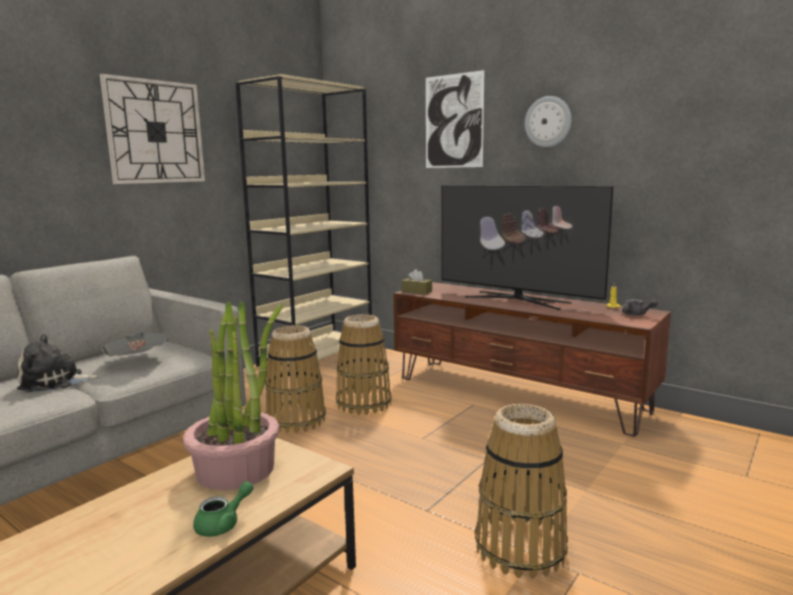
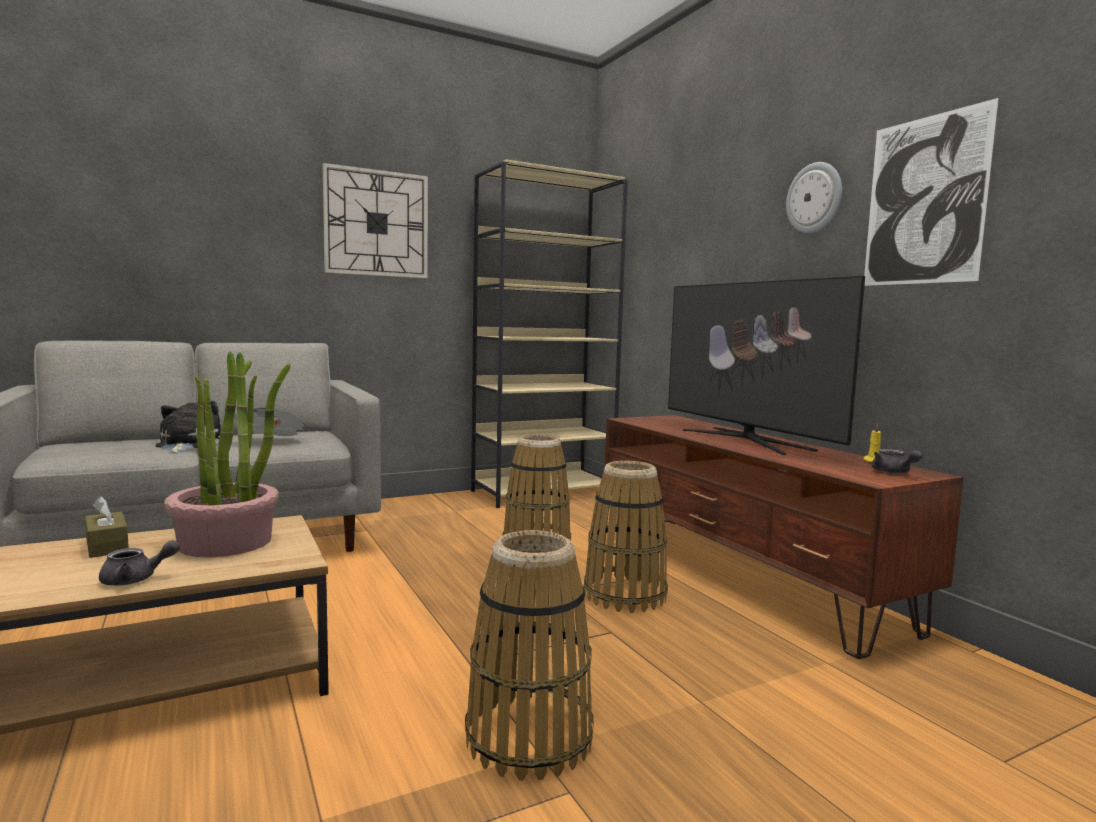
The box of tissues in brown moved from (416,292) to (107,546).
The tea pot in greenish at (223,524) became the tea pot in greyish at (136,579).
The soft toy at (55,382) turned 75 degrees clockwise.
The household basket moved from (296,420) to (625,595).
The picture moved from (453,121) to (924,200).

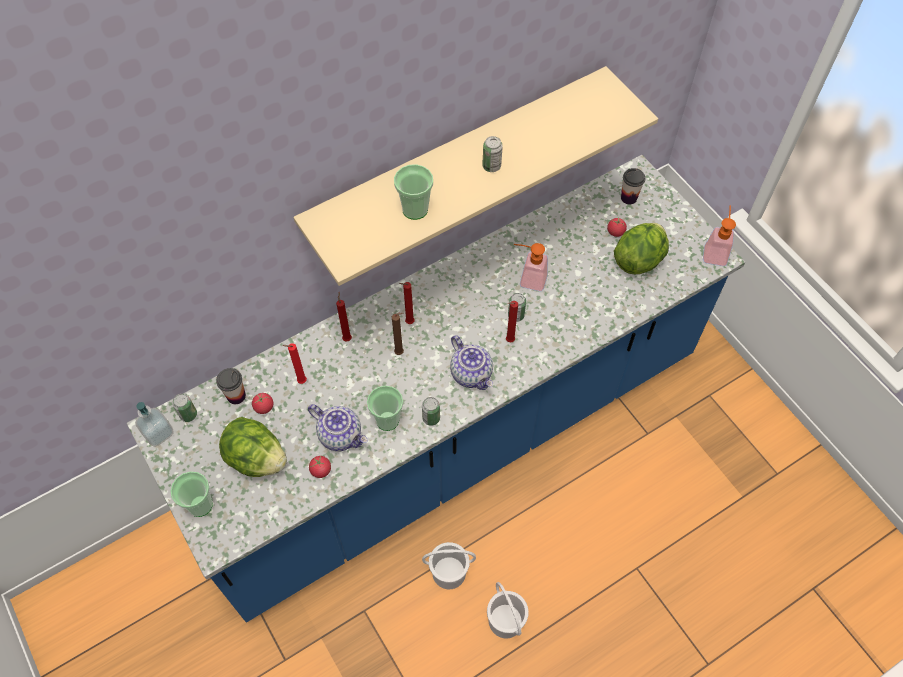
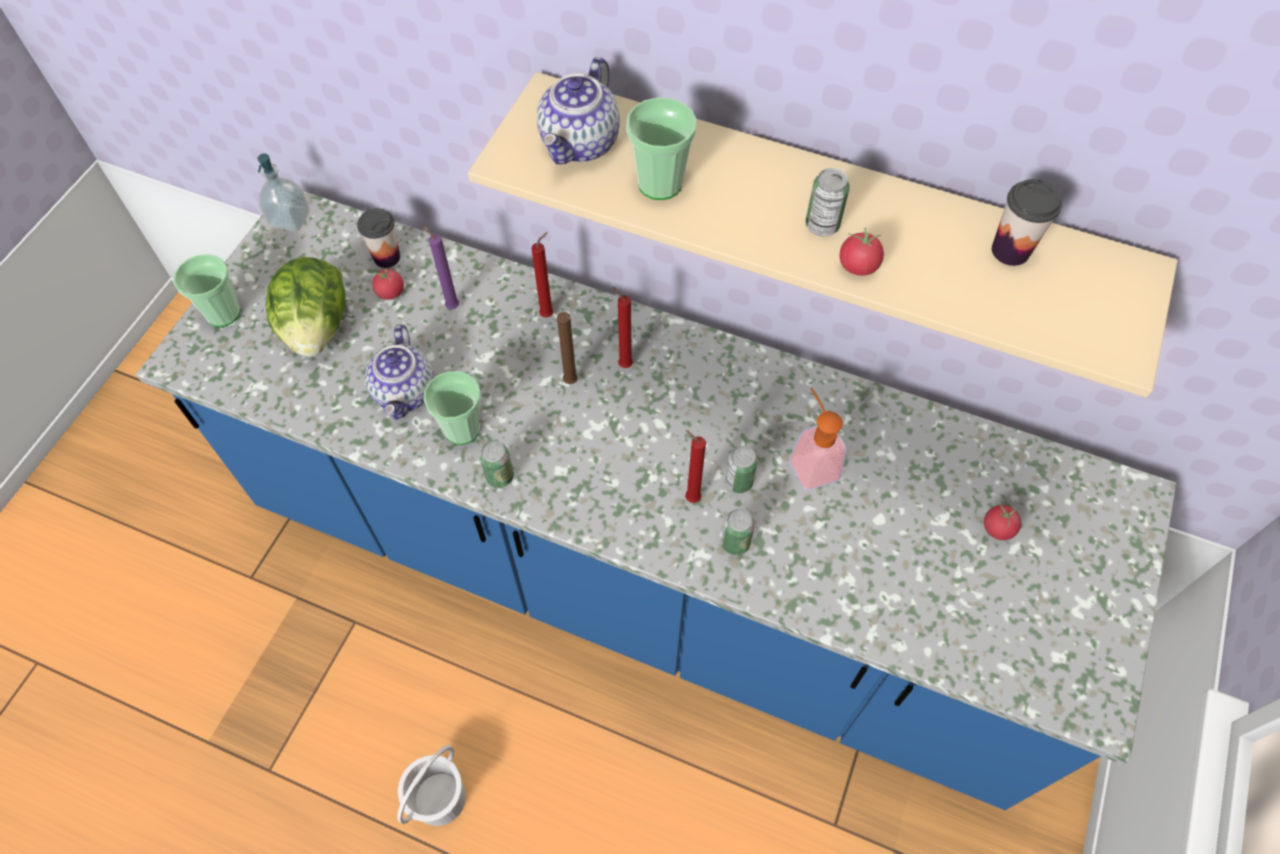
The candle in reddish at (300,381) became the candle in purple-coloured at (451,305).
The tea pot moved from (472,374) to (580,144).
The can moved from (188,414) to (735,543).
The tomato moved from (321,470) to (858,266).
The drinking cup moved from (628,198) to (1010,251).
The water bucket in white-coloured at (448,572) disappeared.
The lettuce head at (639,260) disappeared.
The liquid soap bottle at (715,252) disappeared.

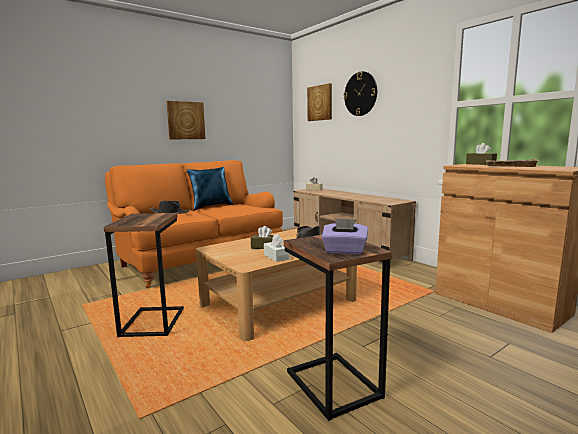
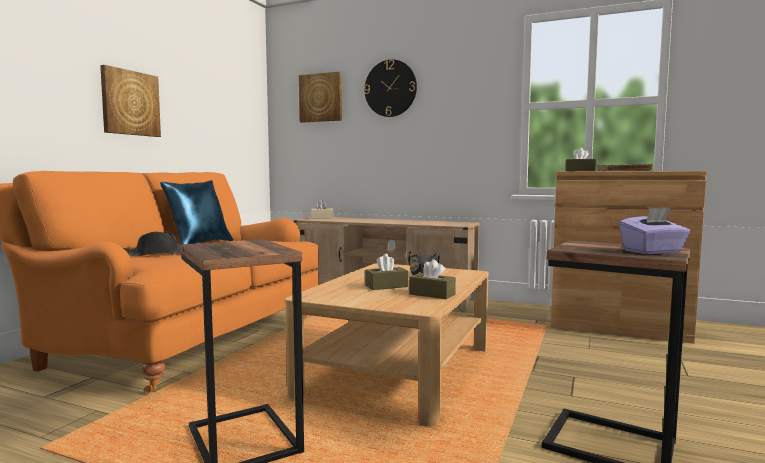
The box of tissues in white-coloured at (276,257) became the box of tissues in brown at (432,294).

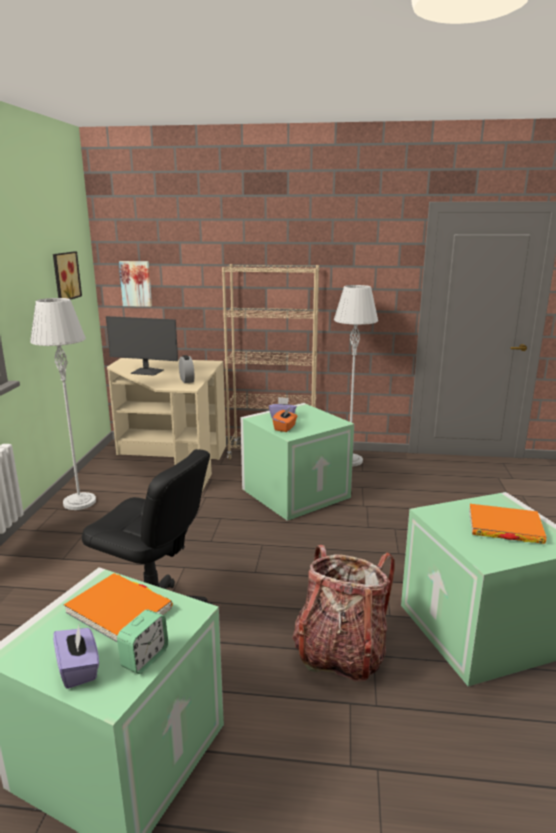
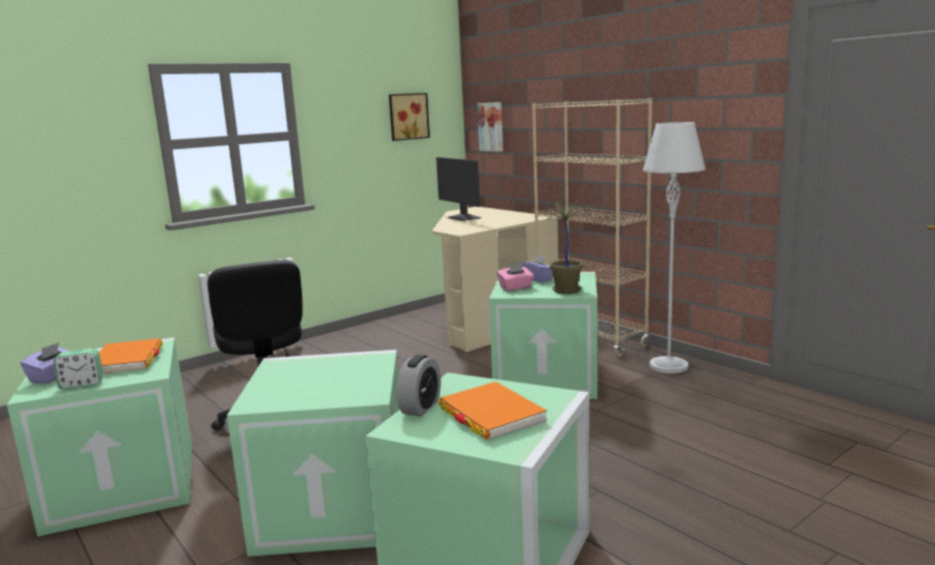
The backpack at (340,652) was replaced by the storage container in greenish at (337,506).
The alarm clock moved from (187,380) to (420,407).
The box of tissues in orange-coloured at (285,428) became the box of tissues in pink-coloured at (515,288).
The potted plant at (566,291) appeared.
The floor lamp in greyish at (79,502) disappeared.

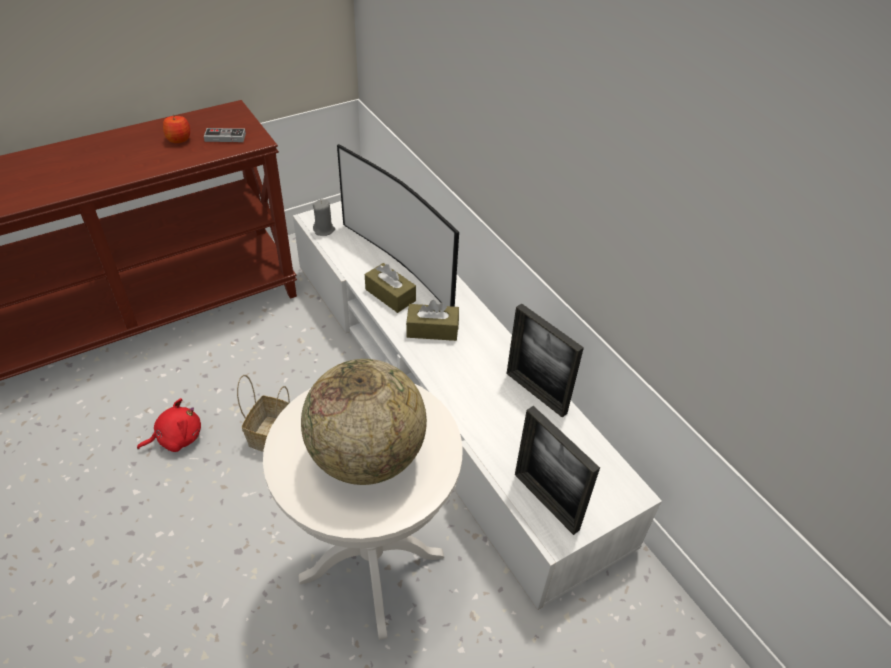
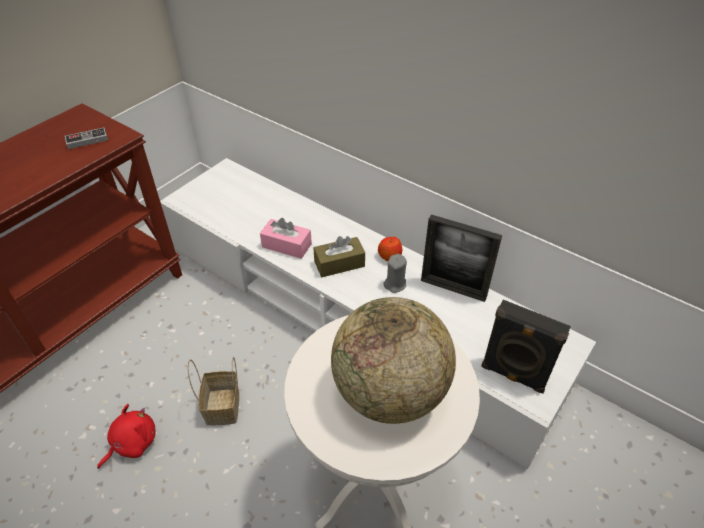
The box of tissues in brown at (390,295) became the box of tissues in pink-coloured at (286,245).
The apple moved from (179,139) to (389,256).
The candle in greyish moved from (324,230) to (395,284).
The picture frame at (546,501) was replaced by the audio speaker in black-coloured at (513,376).
The television at (400,263) disappeared.

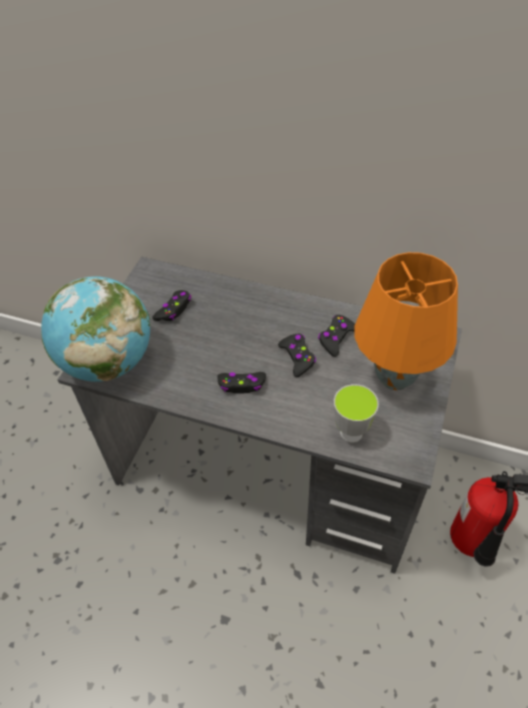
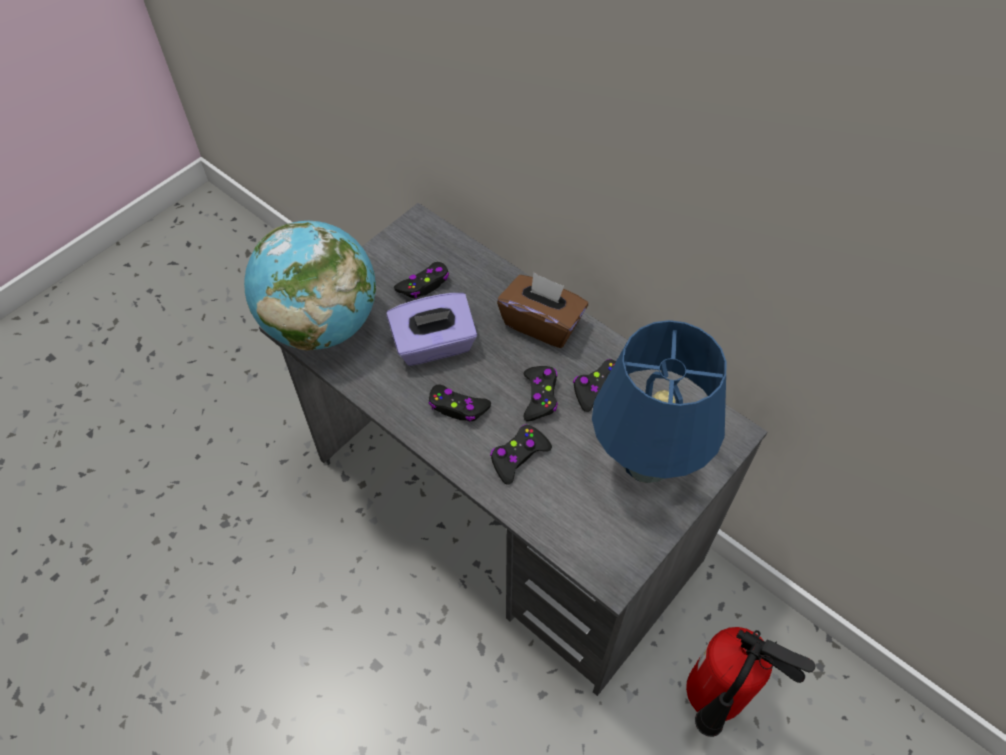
The box of tissues in purple-coloured at (434,345) appeared.
The game controller in black-coloured at (518,457) appeared.
The box of tissues in brown at (542,323) appeared.
The lamp for a table in orange-coloured at (393,378) became the lamp for a table in bluish at (643,465).
The drinking cup at (351,433) disappeared.

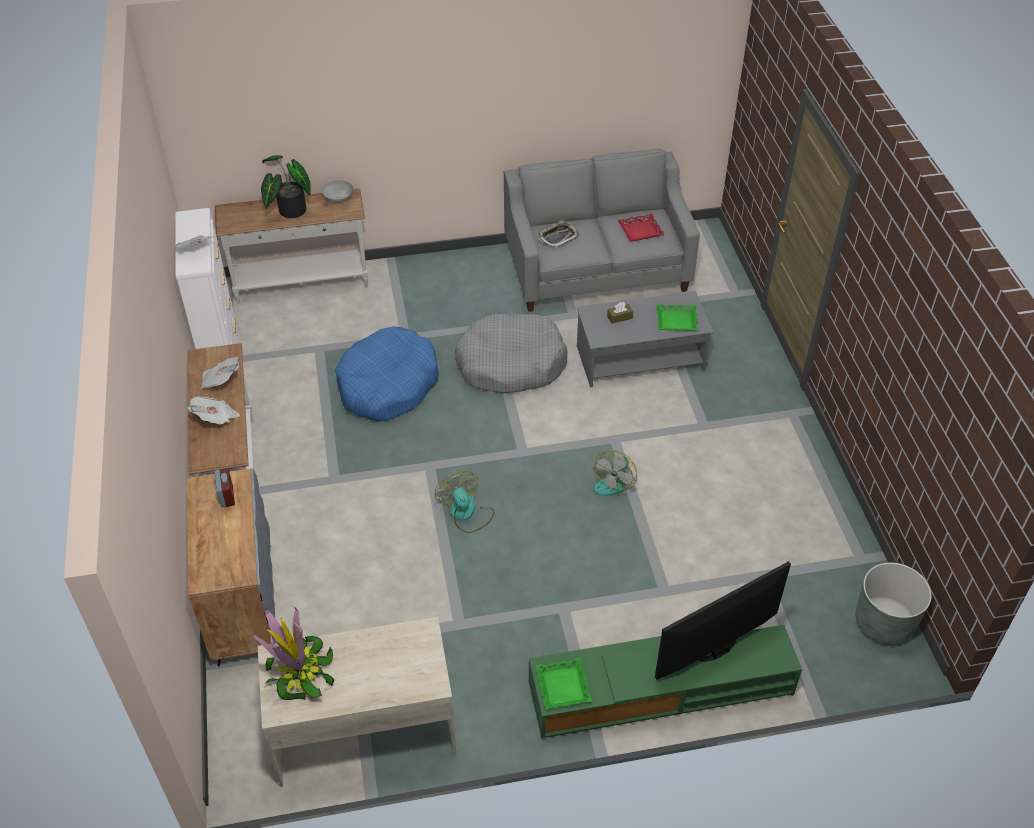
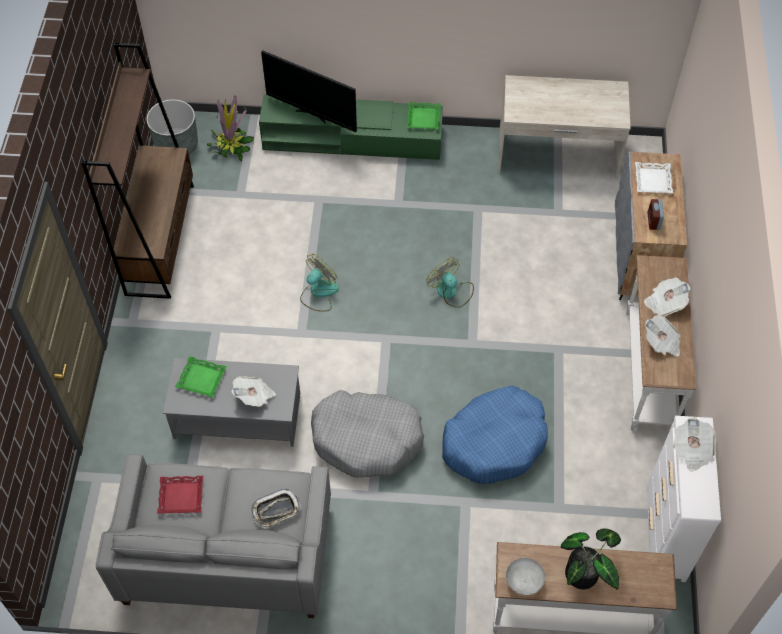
The bookshelf in brown at (160,238) appeared.
The potted plant moved from (299,673) to (231,145).
The box of tissues in brown at (619,317) was replaced by the printed paper at (254,396).
The television at (718,651) turned 45 degrees clockwise.
The fan at (466,514) turned 150 degrees clockwise.
The tray in white-coloured at (652,180) appeared.

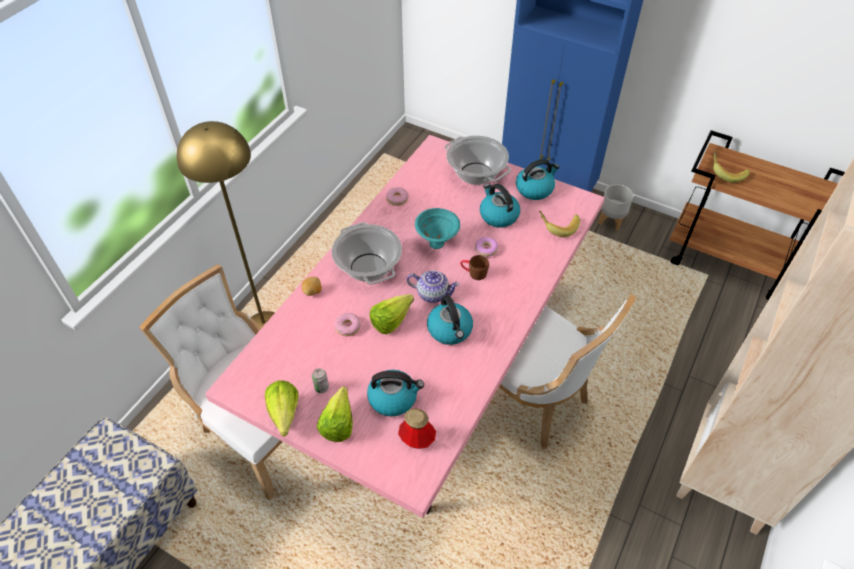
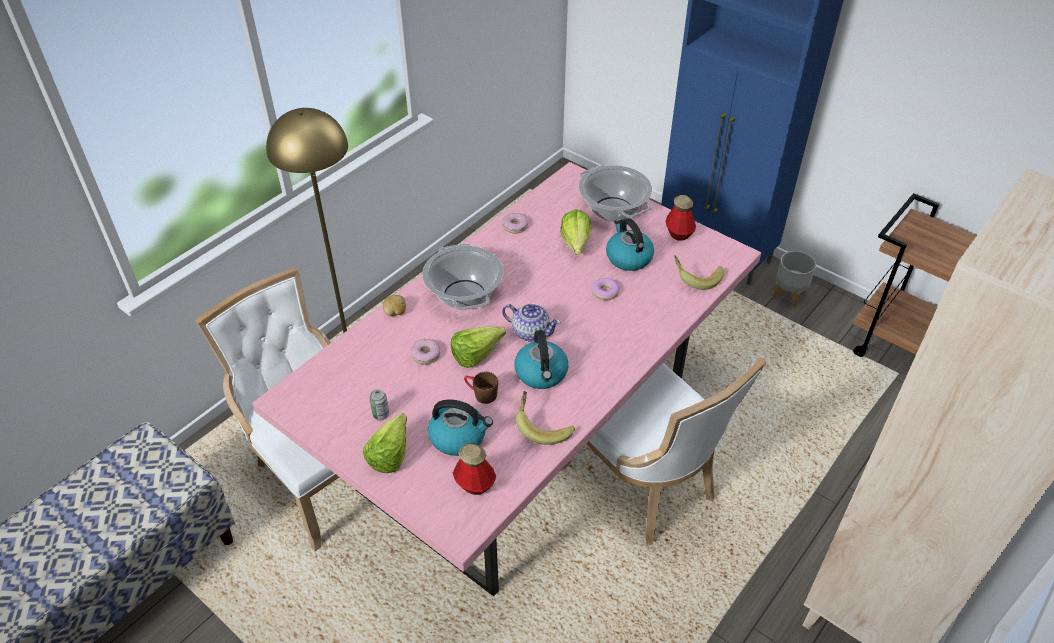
The mug in brown moved from (473,273) to (480,394).
The whole banana moved from (725,173) to (543,426).
The lettuce head moved from (283,418) to (575,247).
The tea kettle at (535,189) was replaced by the bottle at (679,234).
The bowl in turquoise-coloured at (437,243) disappeared.

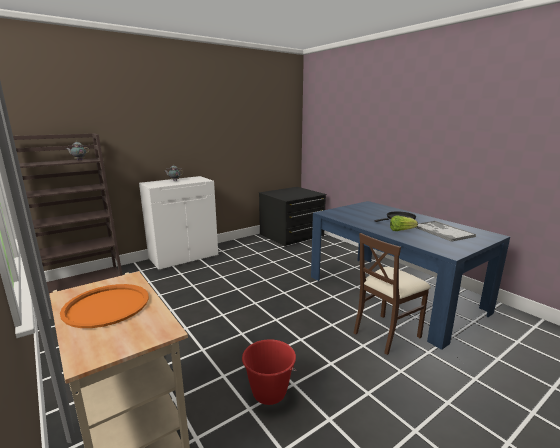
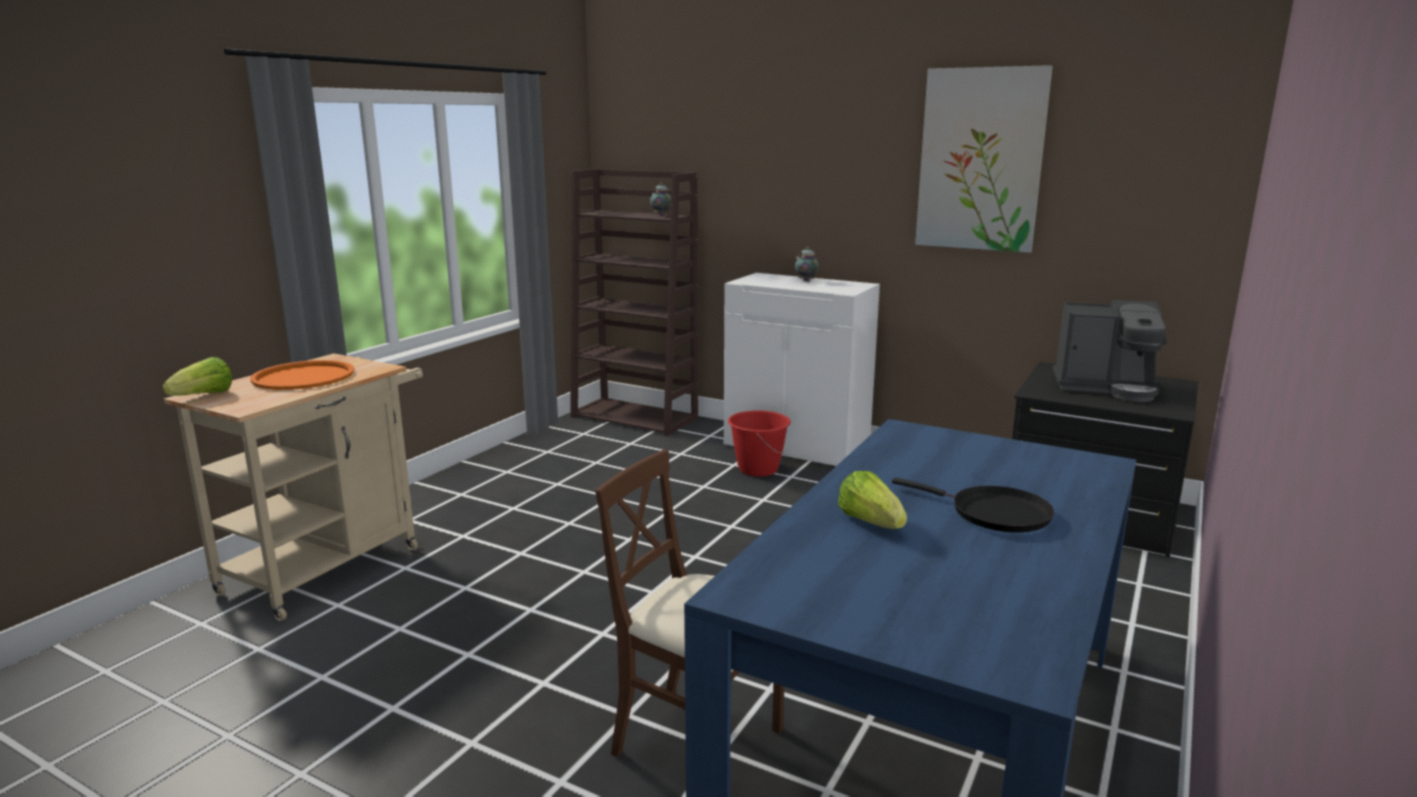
The lettuce head at (204,396) appeared.
The water bucket in reddish moved from (269,392) to (758,469).
The picture at (980,160) appeared.
The coffee machine at (1106,387) appeared.
The tray at (442,231) disappeared.

